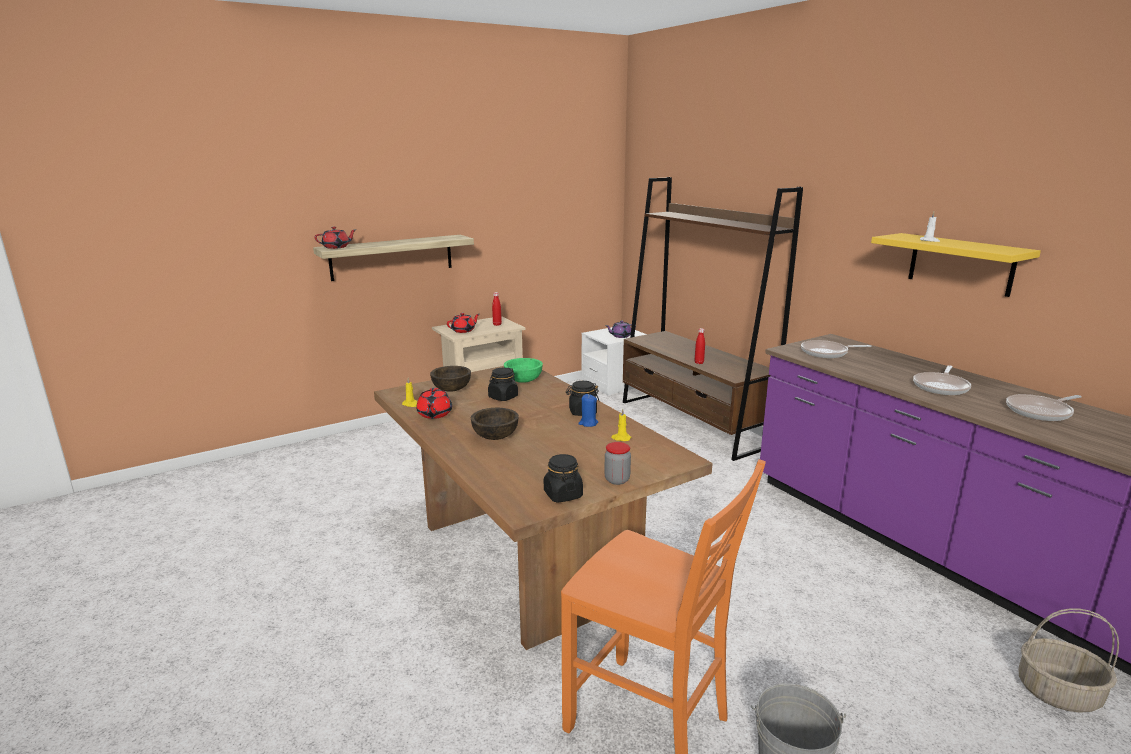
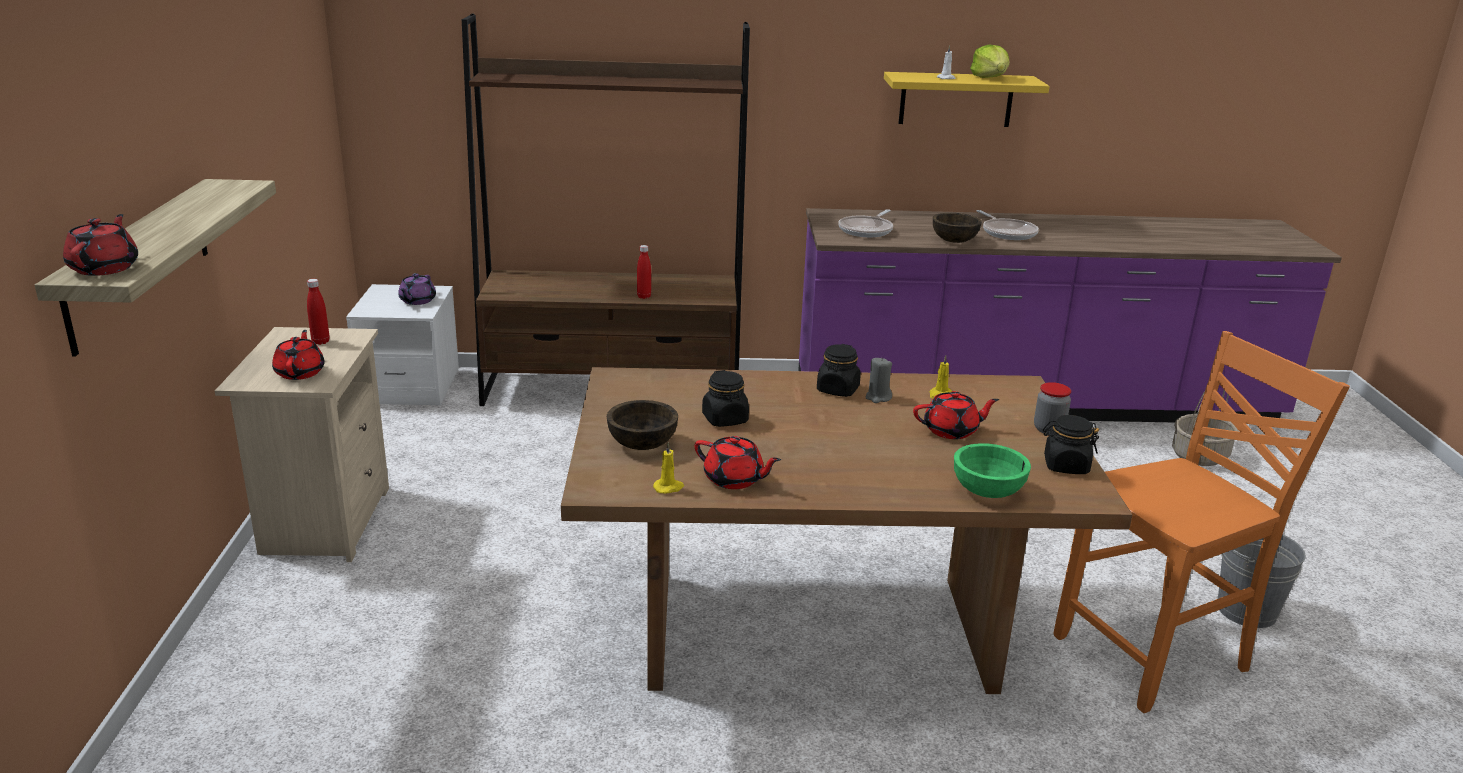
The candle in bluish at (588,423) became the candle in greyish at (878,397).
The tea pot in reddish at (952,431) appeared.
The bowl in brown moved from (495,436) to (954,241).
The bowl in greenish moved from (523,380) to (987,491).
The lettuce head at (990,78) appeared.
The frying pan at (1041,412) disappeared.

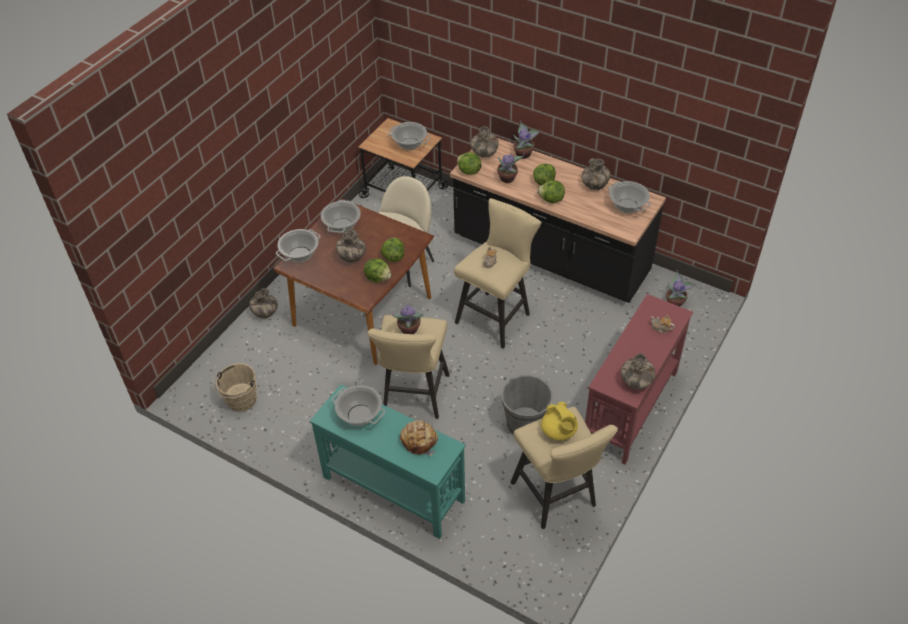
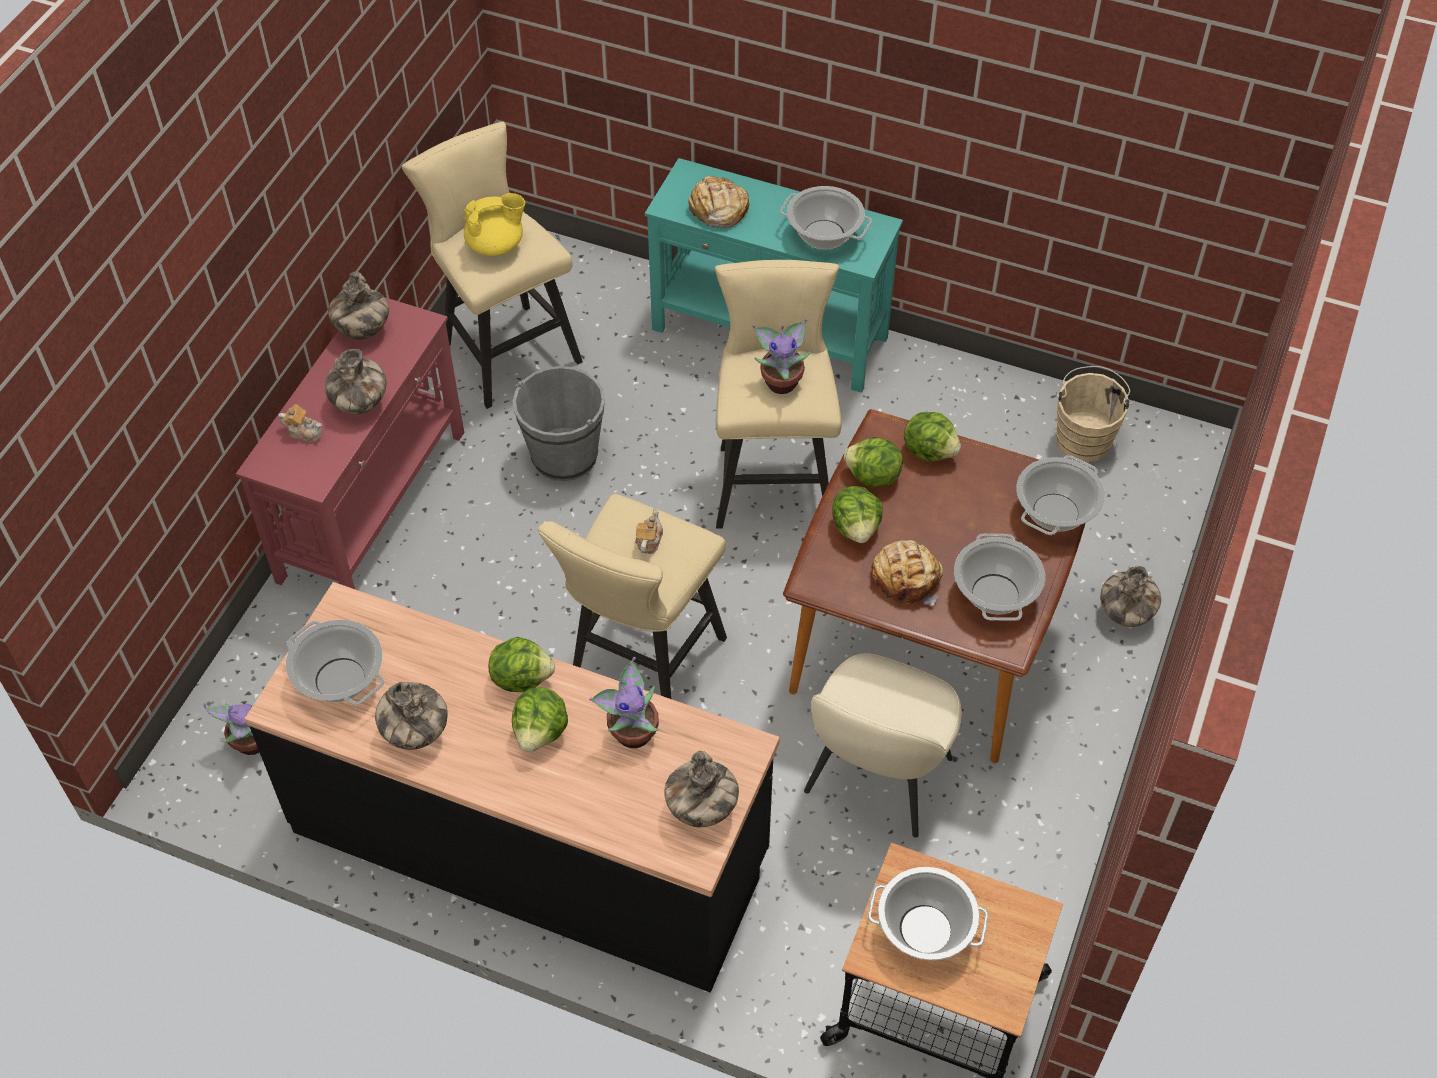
The decorative vase moved from (351,258) to (360,403).
The tea pot in yellowish at (559,432) turned 105 degrees clockwise.
The bakery bread at (907,578) appeared.
The lettuce head moved from (468,171) to (930,450).
The potted plant at (524,154) disappeared.

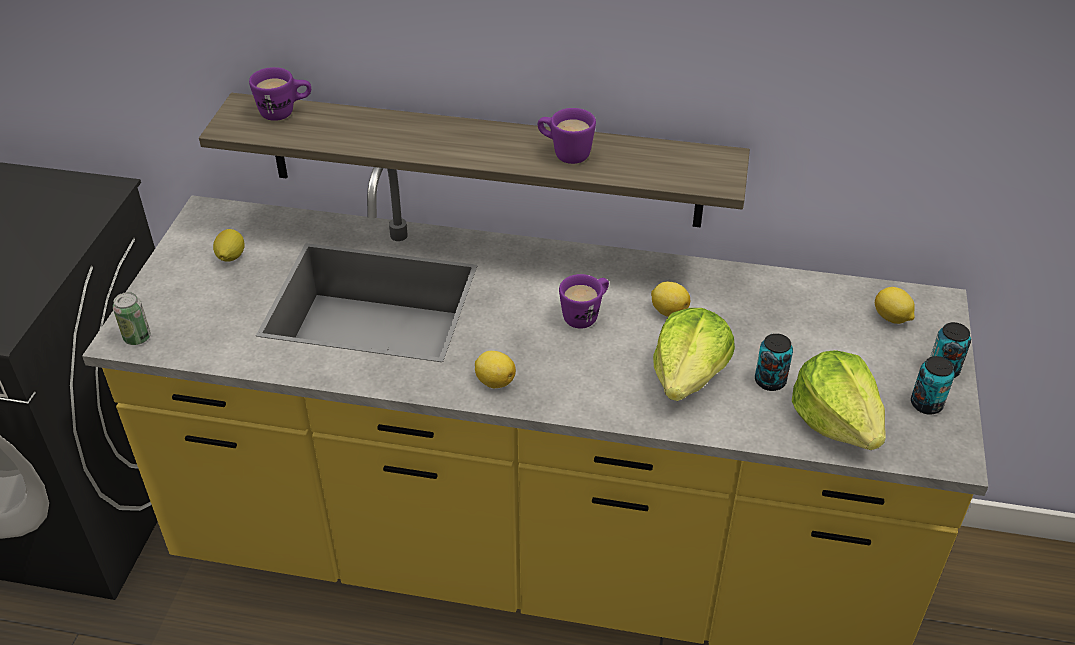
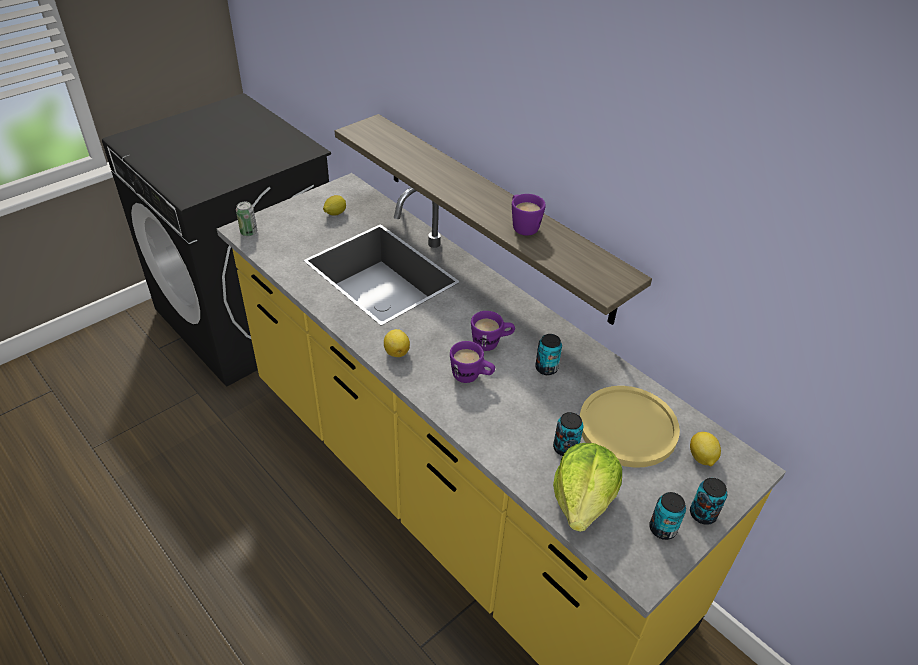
The mug in purple-coloured moved from (285,112) to (471,377).
The citrus fruit at (668,311) was replaced by the can at (546,368).
The plate in yellowish at (627,427) appeared.
The lettuce head at (689,376) disappeared.

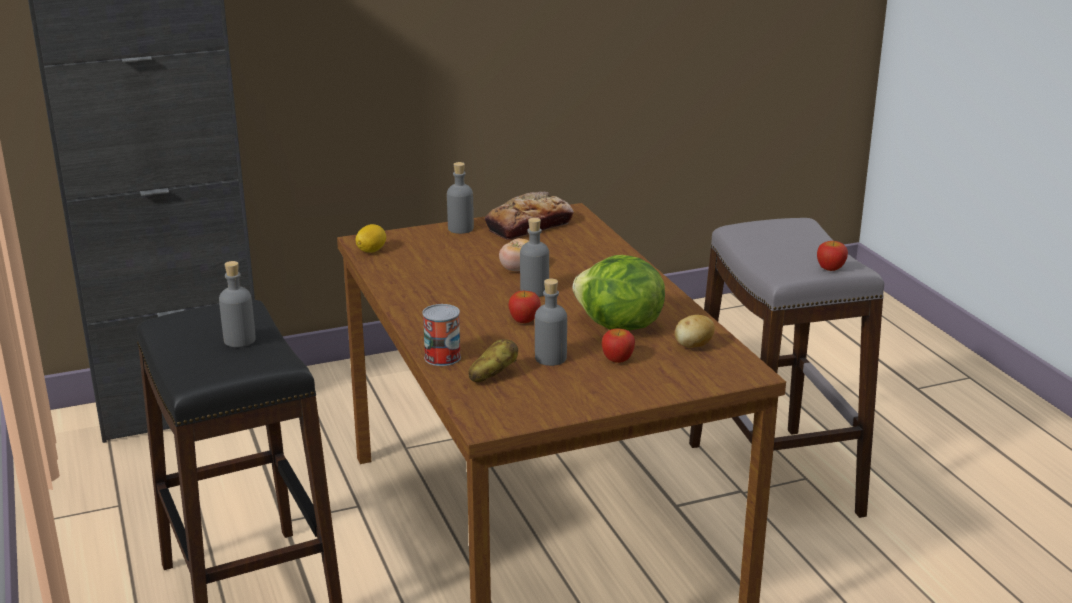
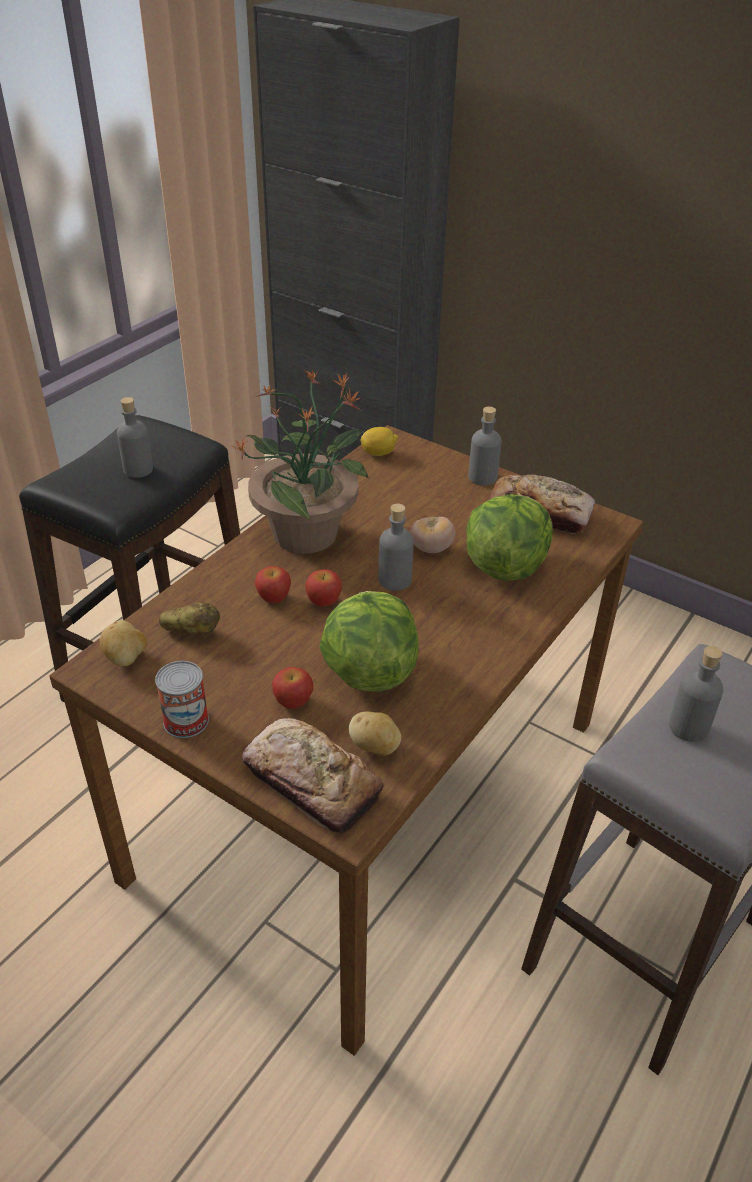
The whole potato at (126,658) appeared.
The can moved from (442,357) to (186,721).
The potted plant at (307,533) appeared.
The bakery bread at (311,783) appeared.
The apple moved from (830,268) to (274,598).
The lettuce head at (505,565) appeared.
The bottle in greyish moved from (550,358) to (688,727).

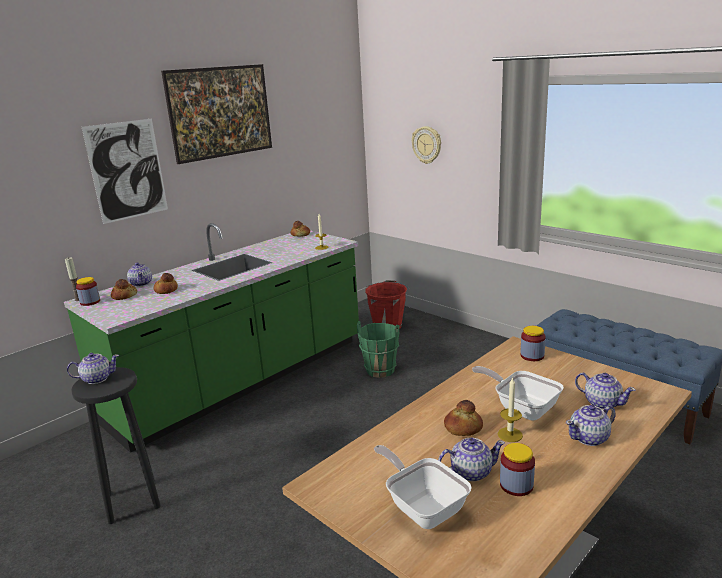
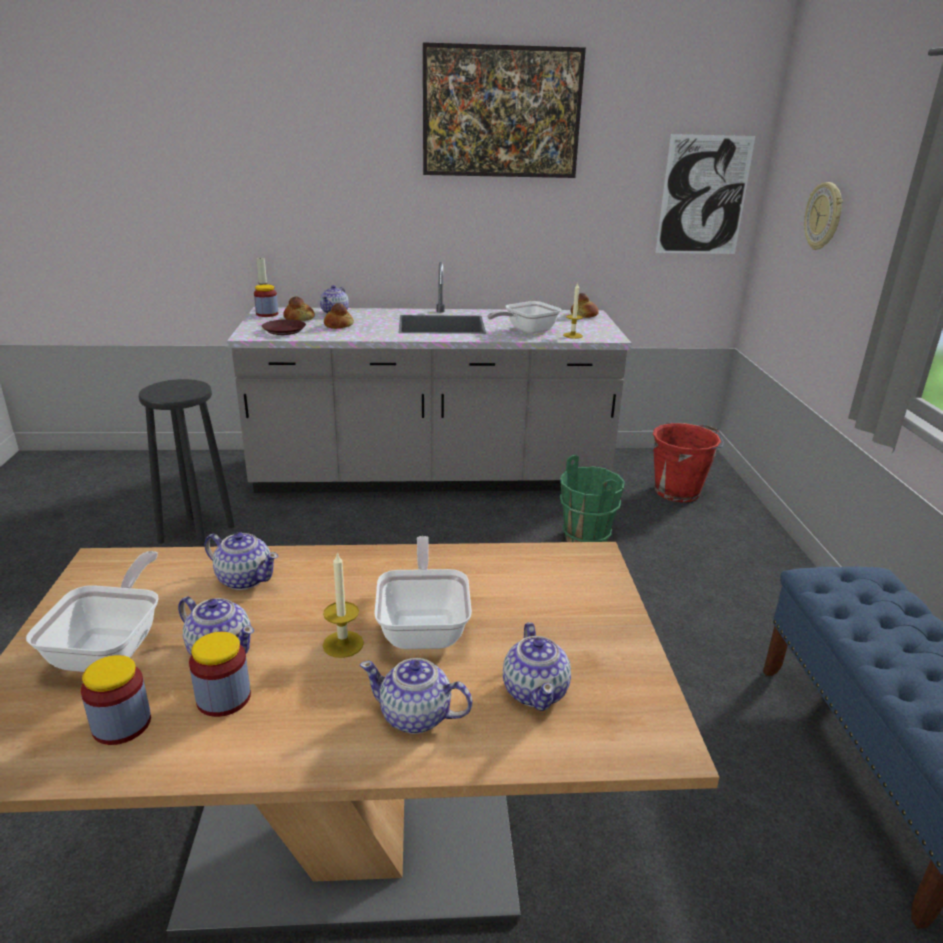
The jar moved from (532,356) to (122,724).
The tea pot moved from (97,379) to (244,579).
The kitchen counter in greenish at (242,380) became the kitchen counter in greyish at (431,476).
The plate in brown at (284,331) appeared.
The frying pan at (526,331) appeared.
The picture moved from (127,170) to (703,196).
The bakery bread at (463,428) disappeared.

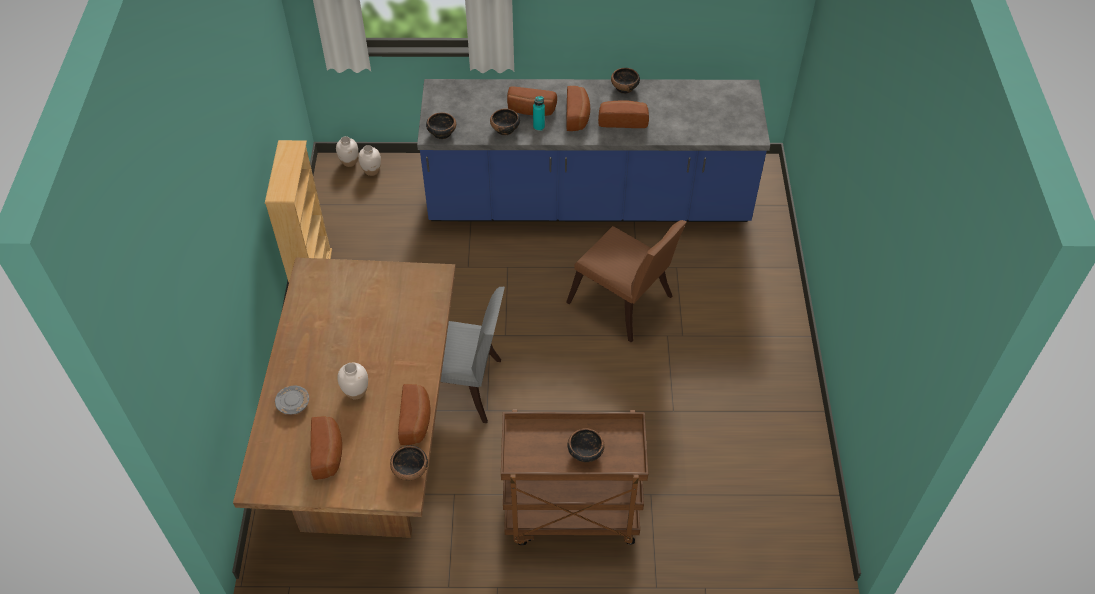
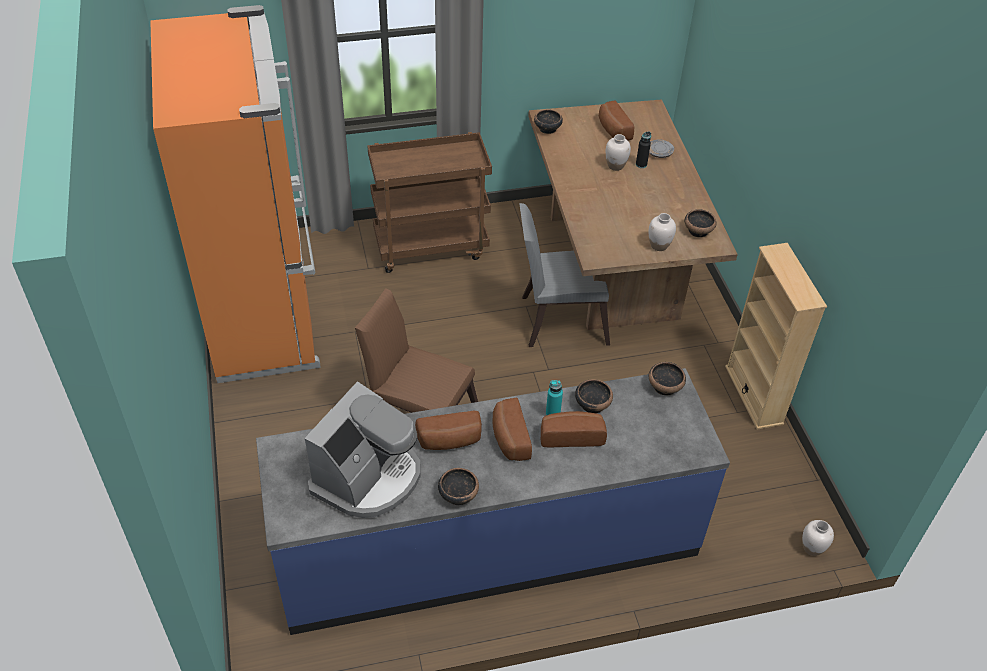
The refrigerator in orange-coloured at (265,319) appeared.
The coffee machine at (368,478) appeared.
The bottle in black-coloured at (641,164) appeared.
The decorative vase in white-coloured moved from (371,171) to (659,246).
The bowl moved from (585,452) to (698,231).
The bakery bread at (416,421) disappeared.

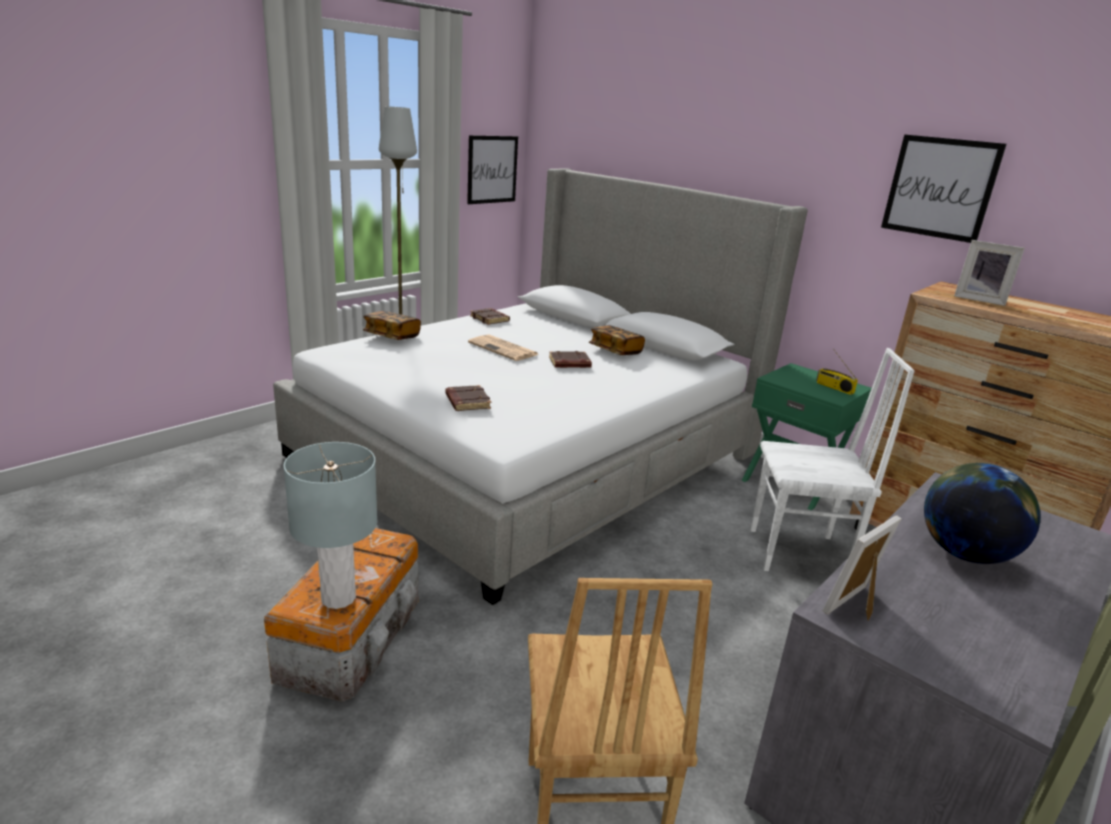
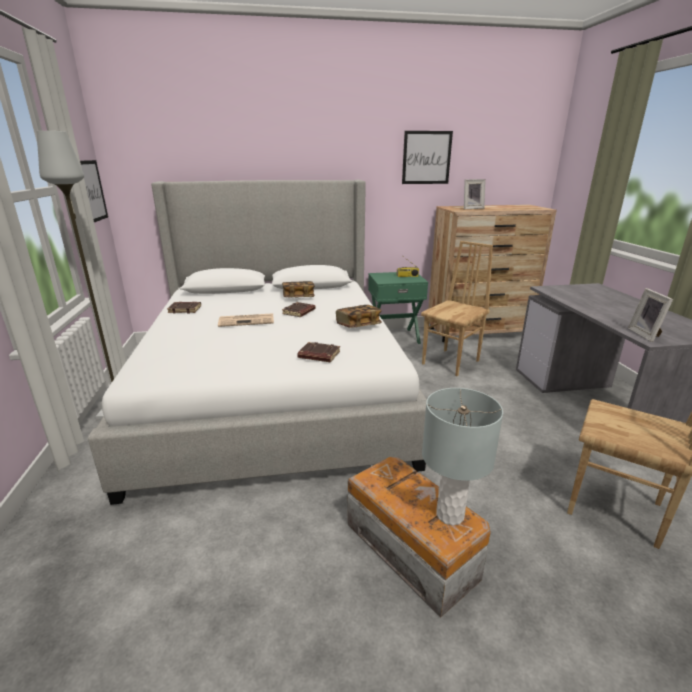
The bound book moved from (392,336) to (358,325).
The plain chair in white-coloured at (799,554) became the plain chair in brown at (451,362).
The globe at (964,553) disappeared.

